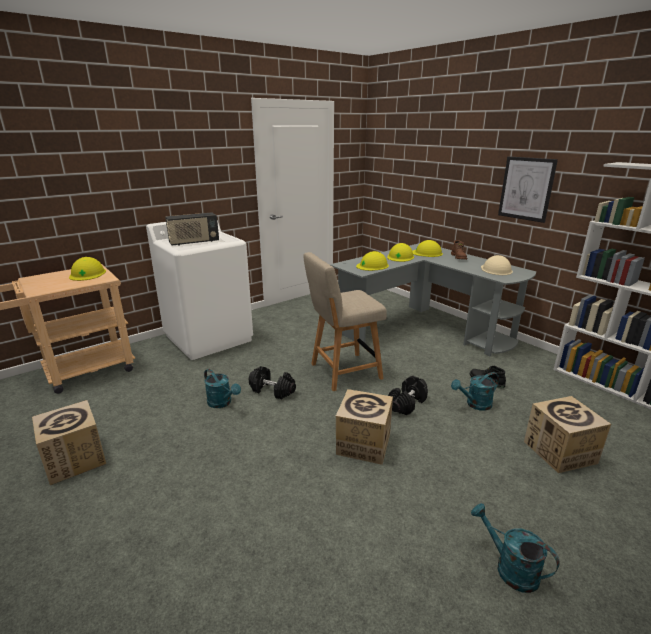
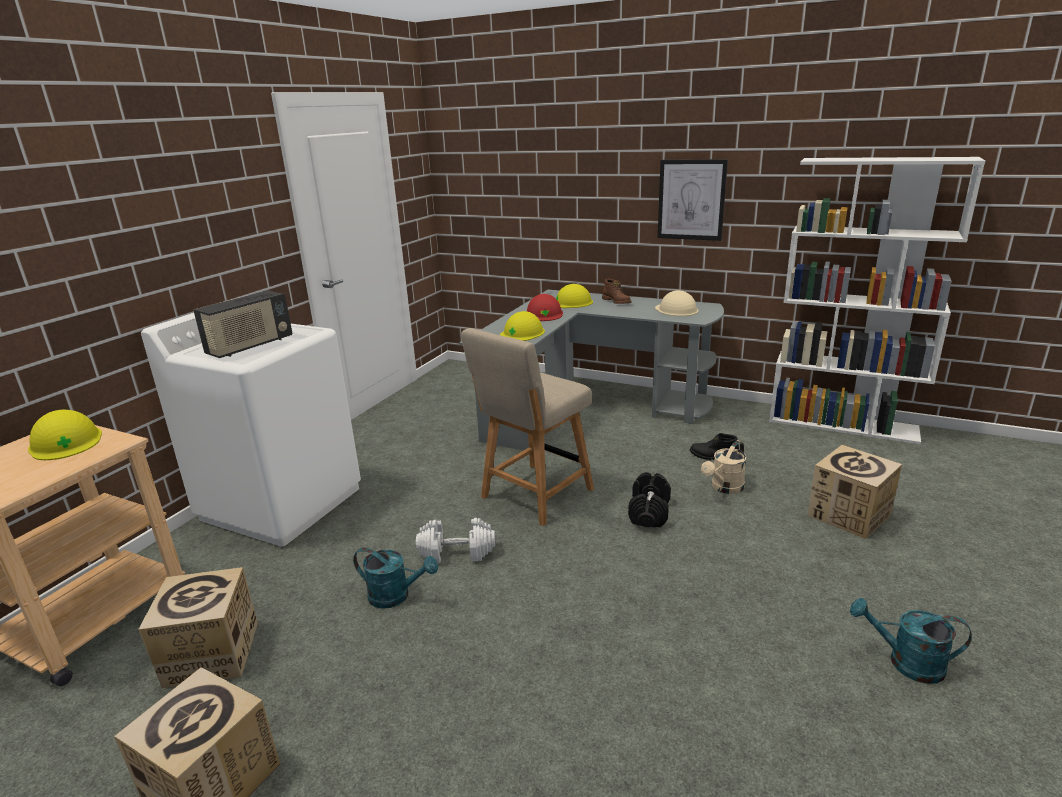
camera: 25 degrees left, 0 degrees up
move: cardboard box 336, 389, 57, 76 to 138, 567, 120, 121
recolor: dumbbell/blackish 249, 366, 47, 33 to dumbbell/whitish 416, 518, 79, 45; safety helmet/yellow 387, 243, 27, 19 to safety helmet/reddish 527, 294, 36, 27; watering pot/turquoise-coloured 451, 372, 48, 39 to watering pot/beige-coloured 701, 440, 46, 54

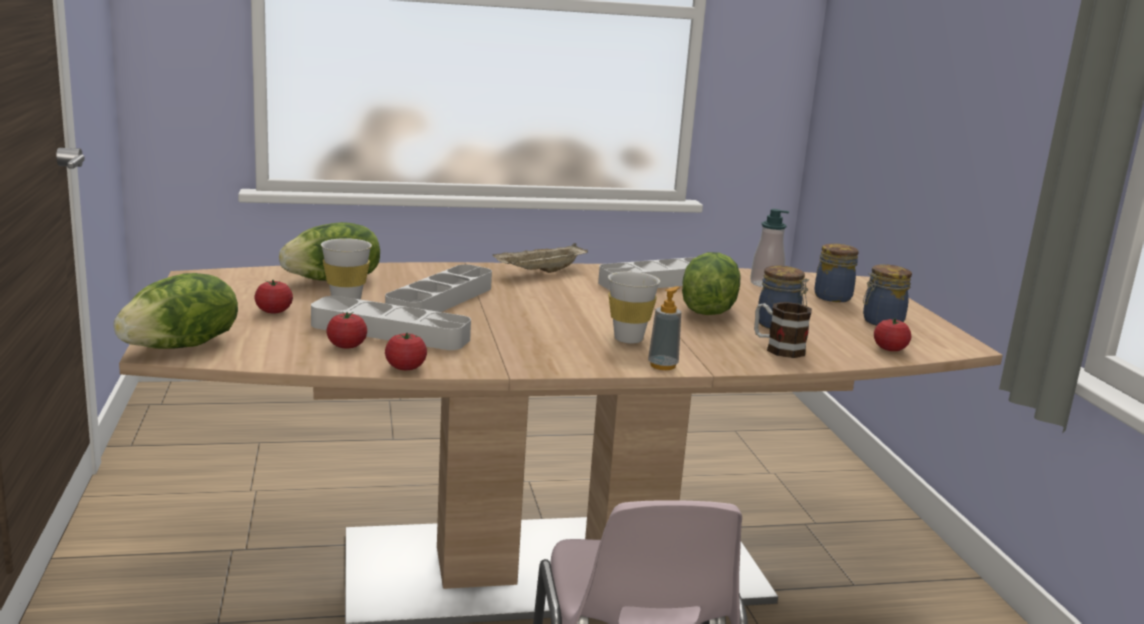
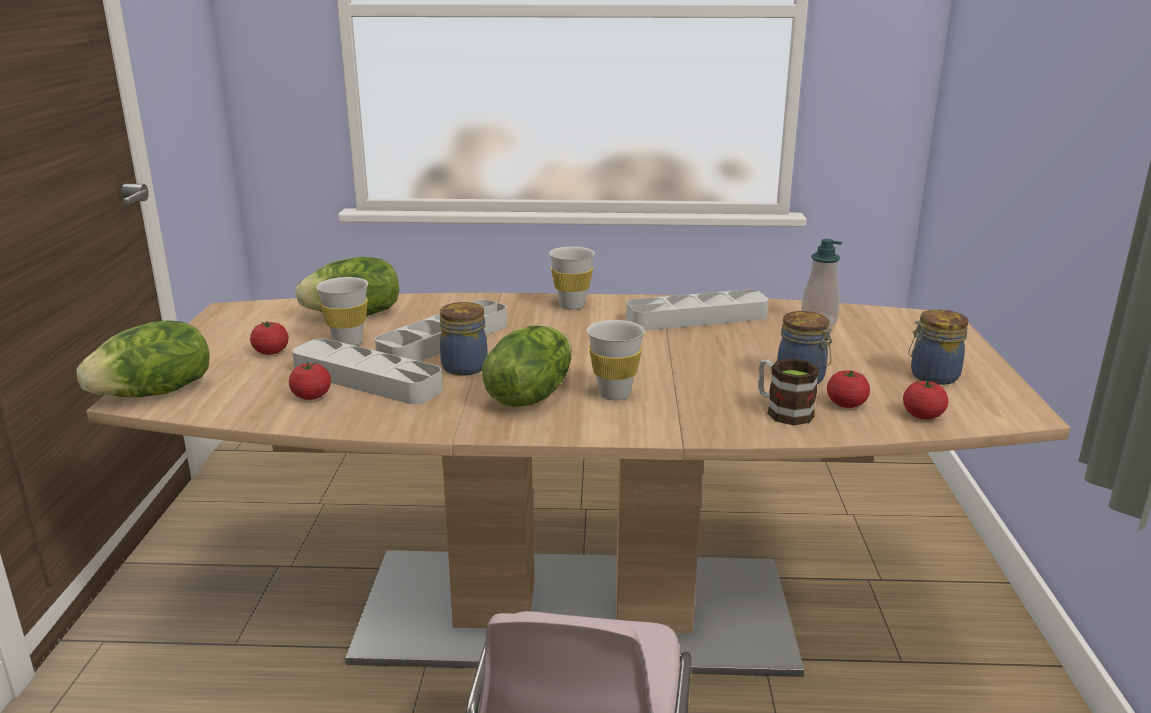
camera: 15 degrees right, 5 degrees up
delete: liquid soap bottle 648, 286, 33, 84
move: whole tomato 385, 332, 42, 38 to 827, 370, 43, 38; lettuce head 682, 252, 59, 63 to 483, 325, 89, 82; jar 814, 243, 45, 59 to 440, 302, 48, 74
replace: tray/beige-coloured 493, 243, 95, 30 to small cup/whitish 549, 246, 46, 64

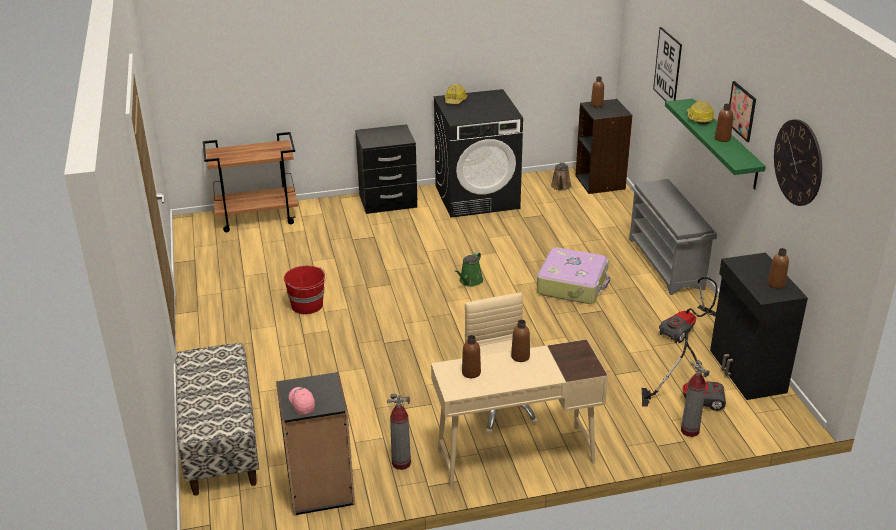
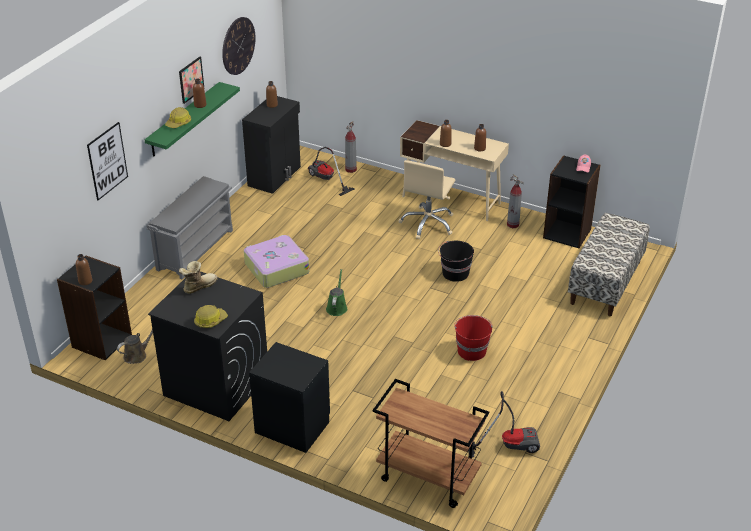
camera: 140 degrees left, 5 degrees up
insert: high-top boot 179, 261, 39, 33; bucket/blackish 438, 241, 36, 41
move: vacuum 659, 276, 59, 67 to 468, 391, 72, 66
rotate: watering pot/green 455, 252, 28, 35 = 326, 269, 21, 47 60 degrees counterclockwise

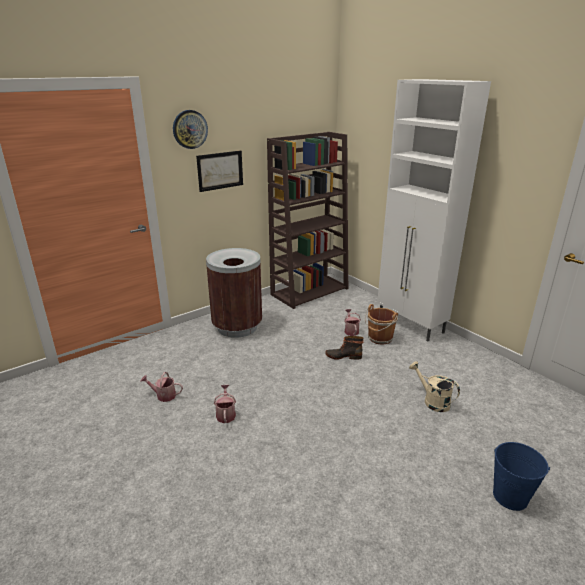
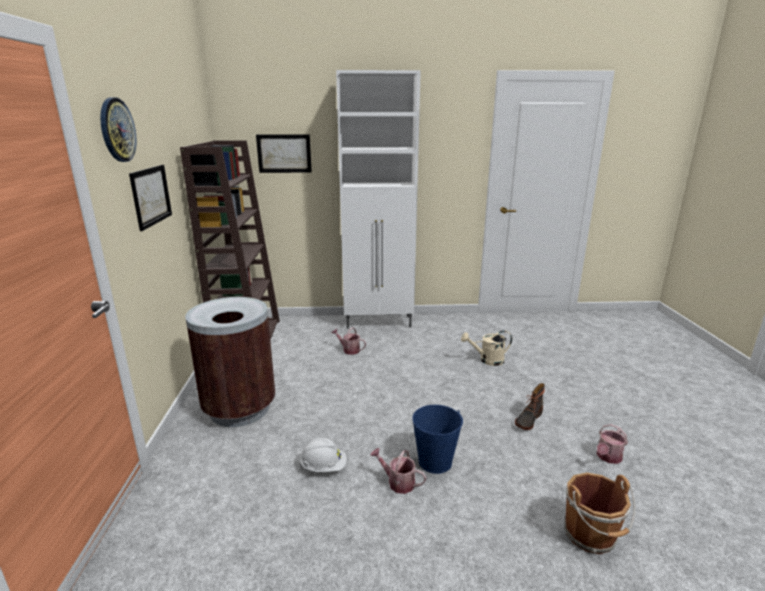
camera: 55 degrees left, 5 degrees down
insert: picture 256, 134, 56, 39; safety helmet/whitish 299, 438, 48, 34
move: watering pot 140, 372, 43, 30 to 597, 424, 31, 40; high-top boot 326, 336, 37, 24 to 515, 383, 30, 47; bucket/brown-coloured 365, 304, 33, 41 to 564, 473, 71, 81; bucket/blue 493, 442, 57, 69 to 412, 405, 51, 69

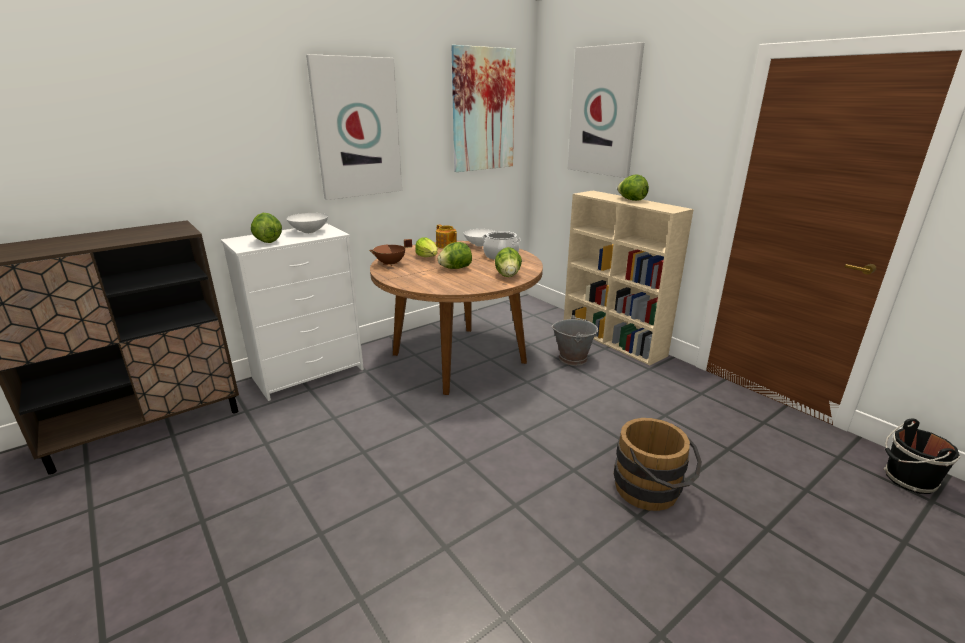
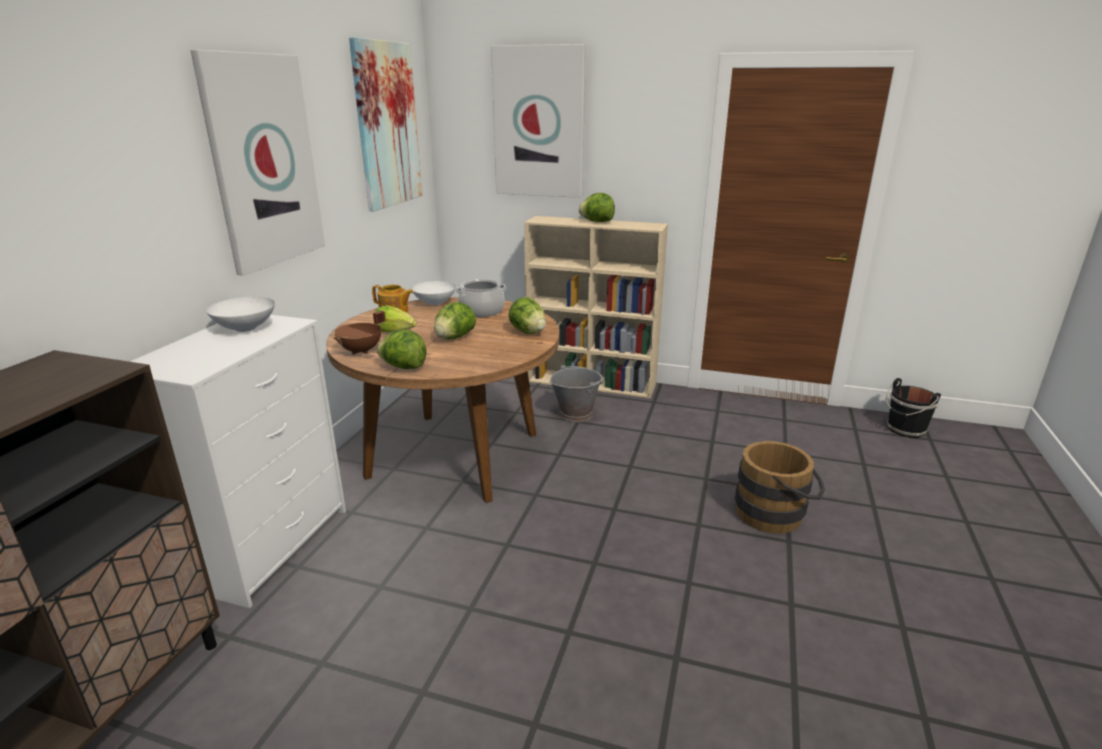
camera: 35 degrees left, 0 degrees up
move: lettuce head 251, 213, 31, 30 to 377, 330, 49, 39

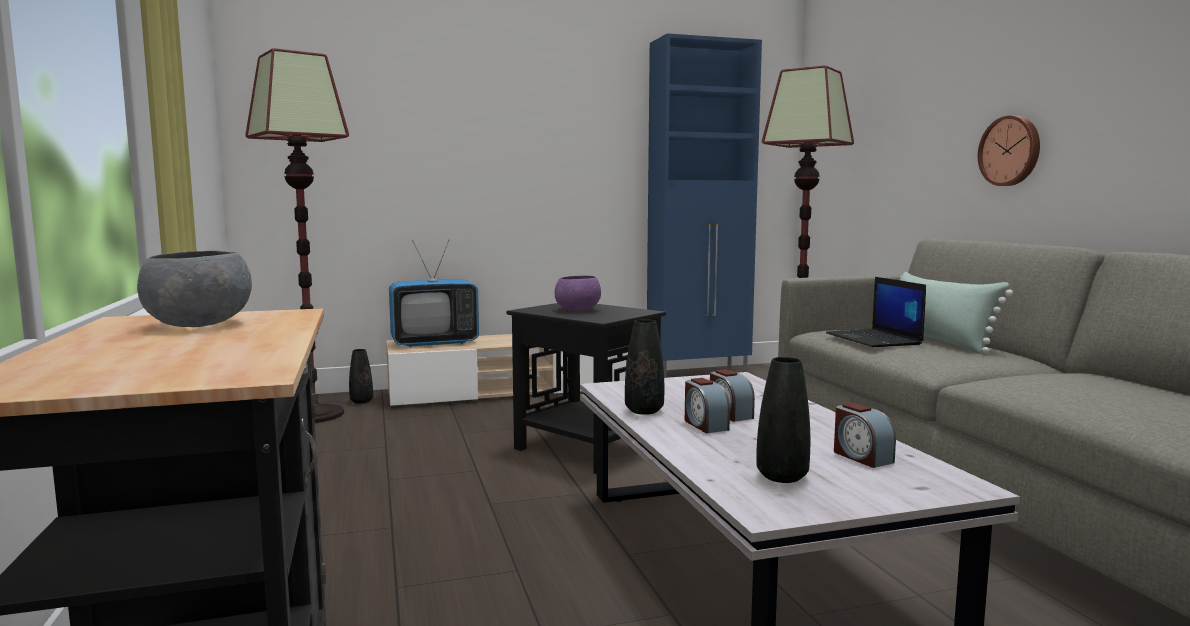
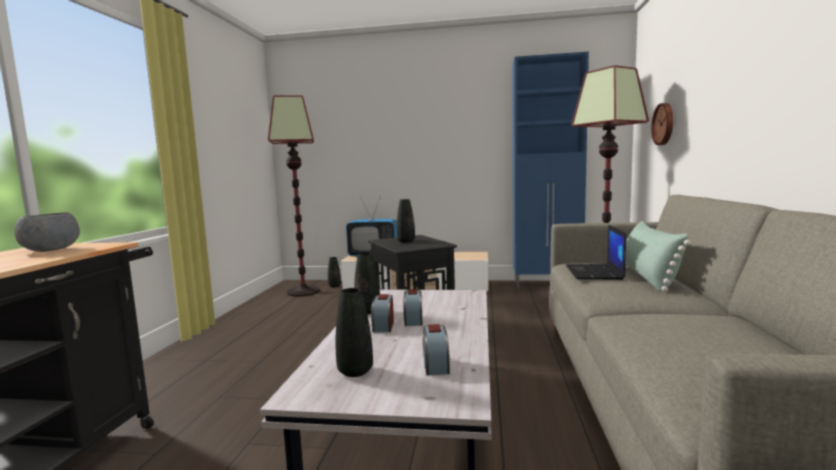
camera: 25 degrees right, 0 degrees up
move: clock on the wall 978, 115, 62, 71 to 652, 103, 21, 42
replace: serving bowl/purple 555, 276, 46, 35 to flower vase/blackish 397, 199, 18, 44

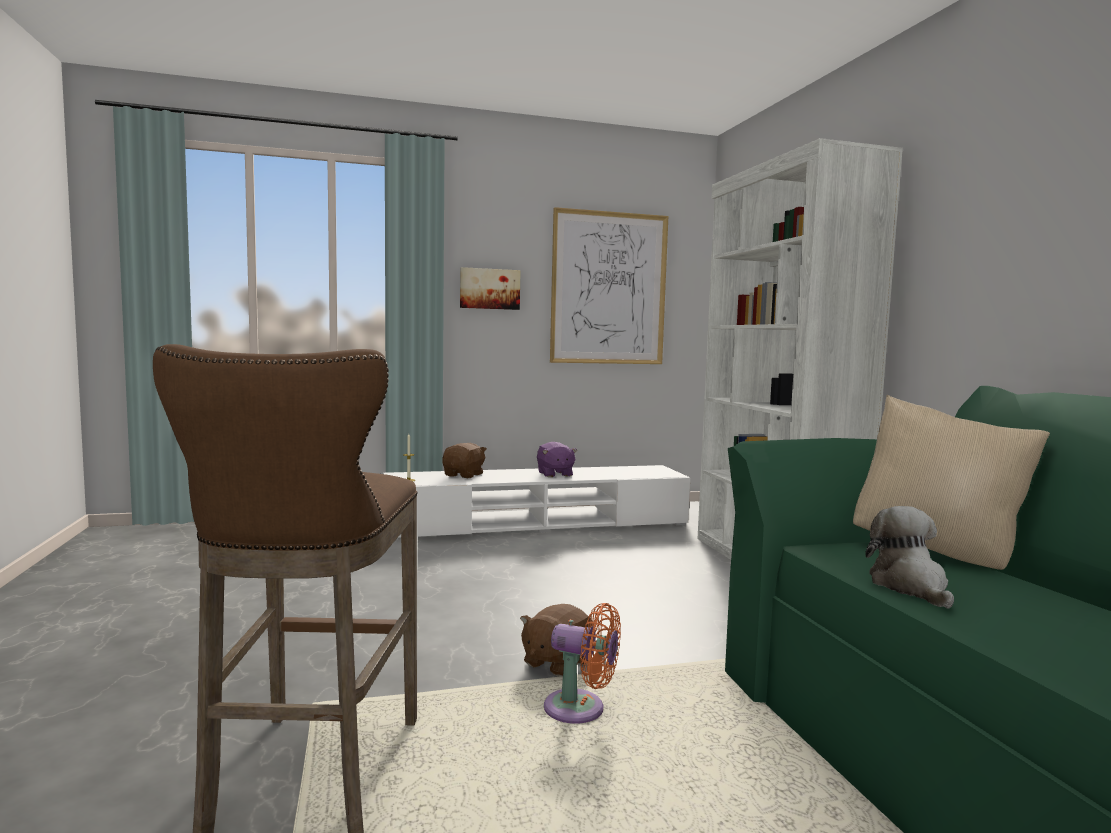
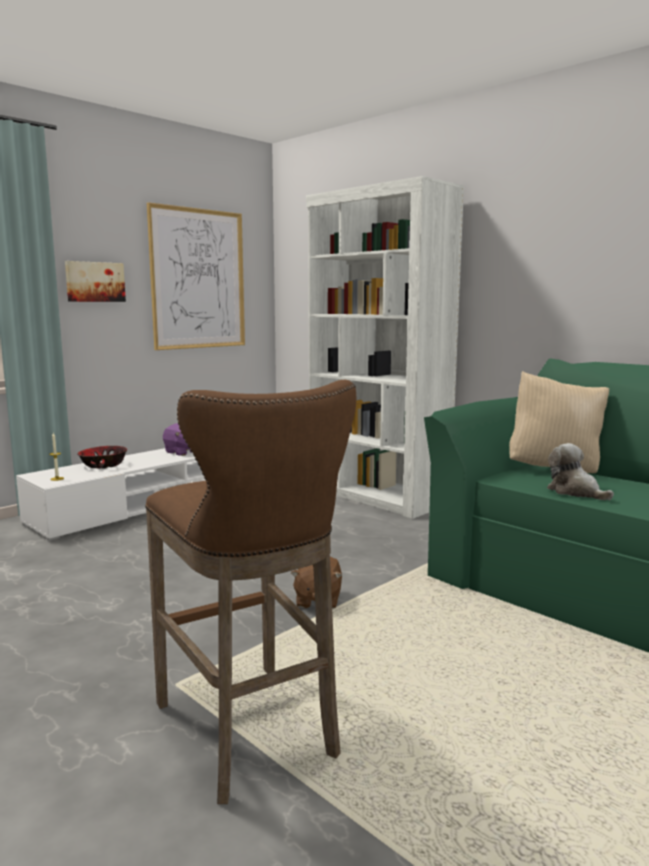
camera: 30 degrees left, 5 degrees up
delete: fan/orange 544, 603, 77, 121
replace: cuddly toy/brown-coloured 442, 443, 45, 35 to serving bowl 77, 446, 51, 23

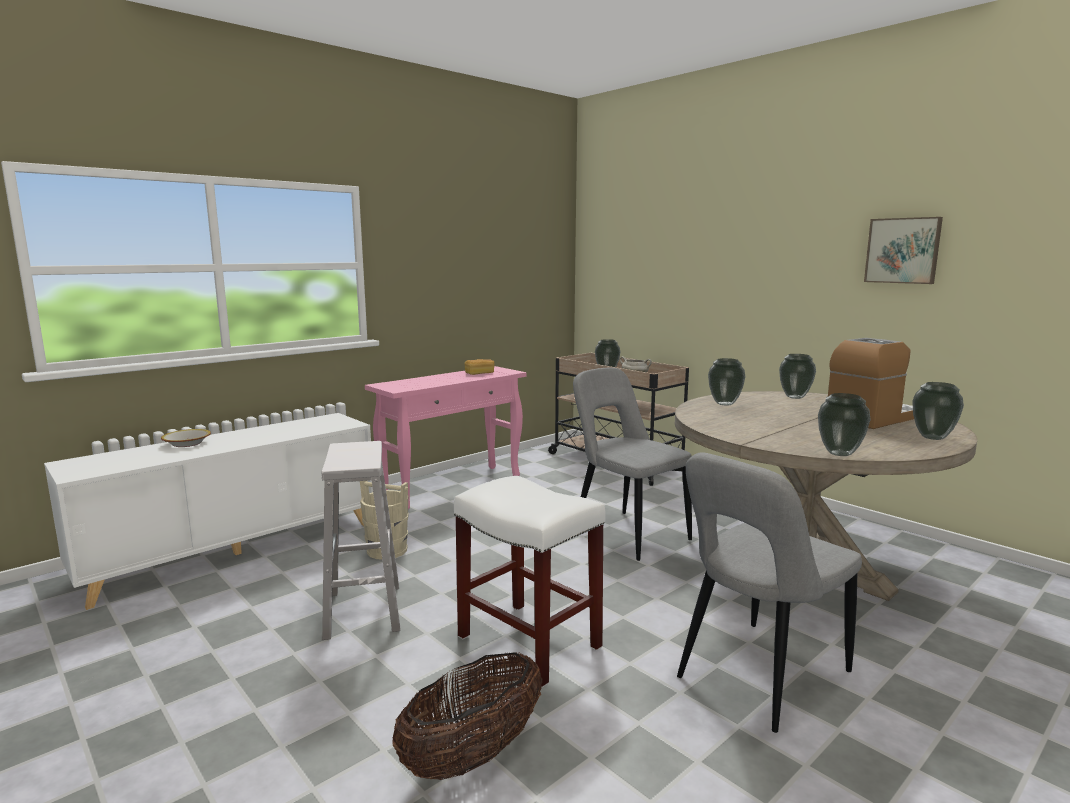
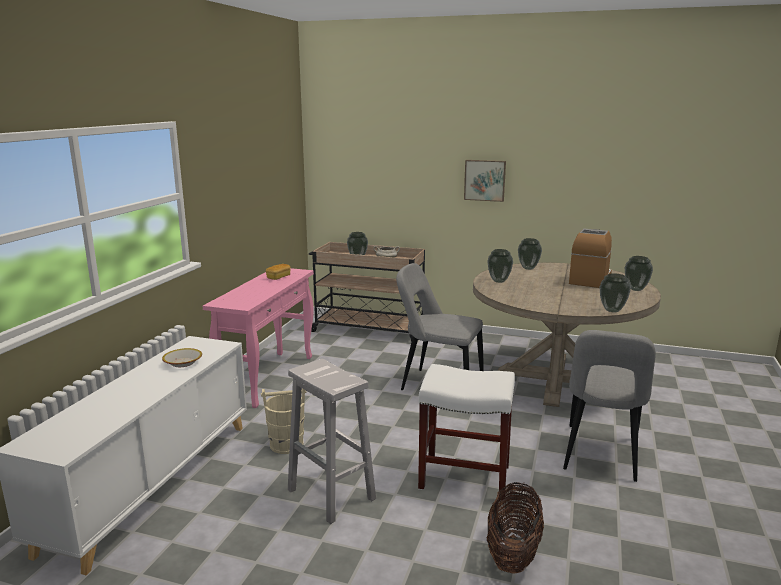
camera: 30 degrees left, 5 degrees up
move: serving bowl 161, 429, 50, 18 to 162, 348, 40, 19; picture 864, 217, 79, 67 to 464, 160, 42, 42

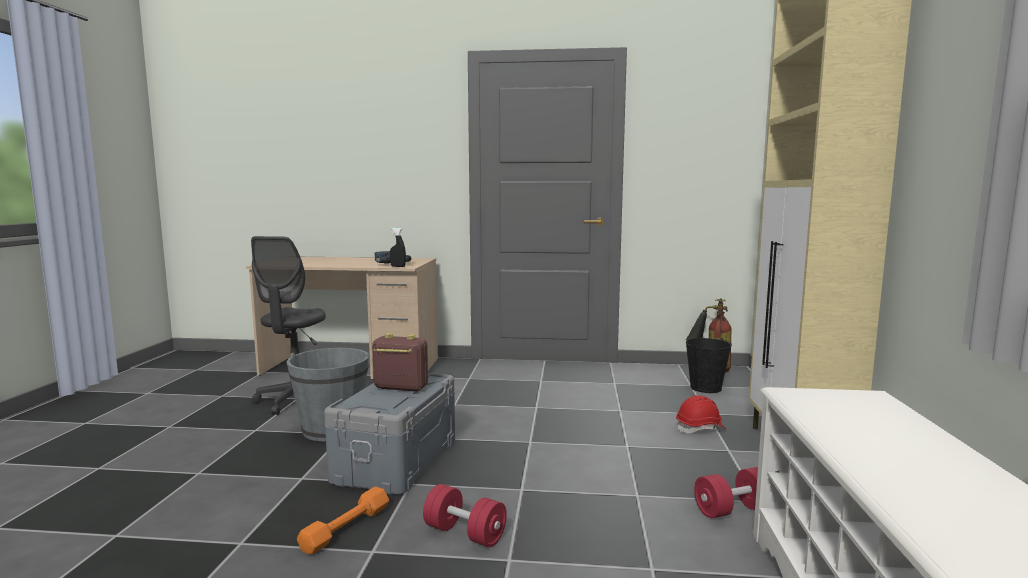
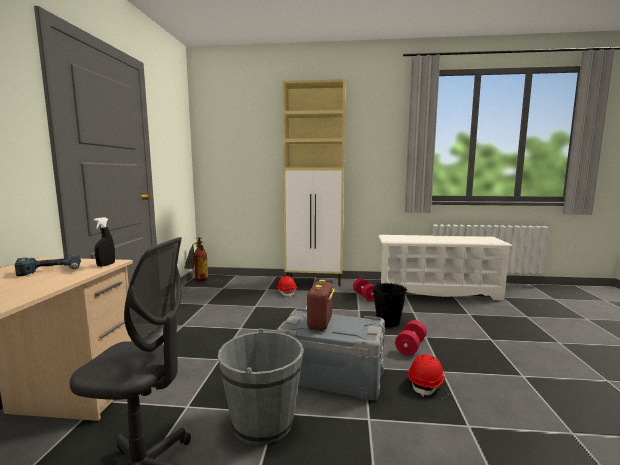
camera: 90 degrees left, 0 degrees up
move: bucket/blackish 686, 338, 46, 55 to 373, 283, 34, 44
replace: dumbbell/orange 297, 486, 92, 69 to safety helmet/reddish 408, 354, 37, 43

